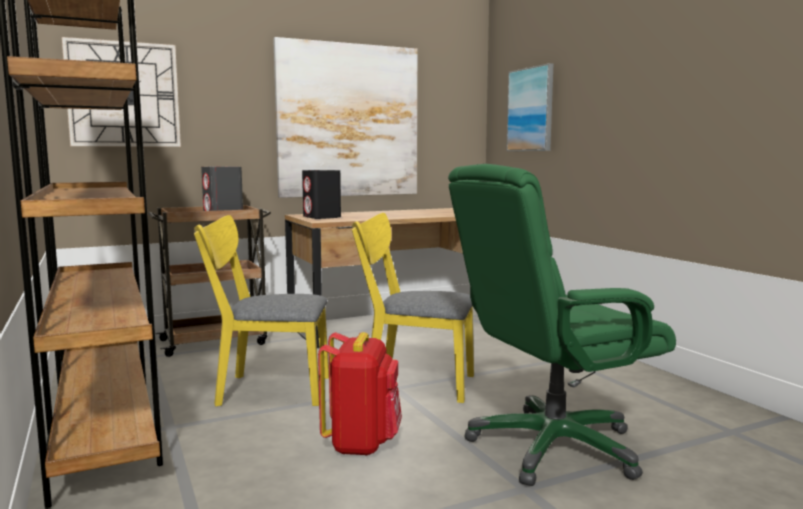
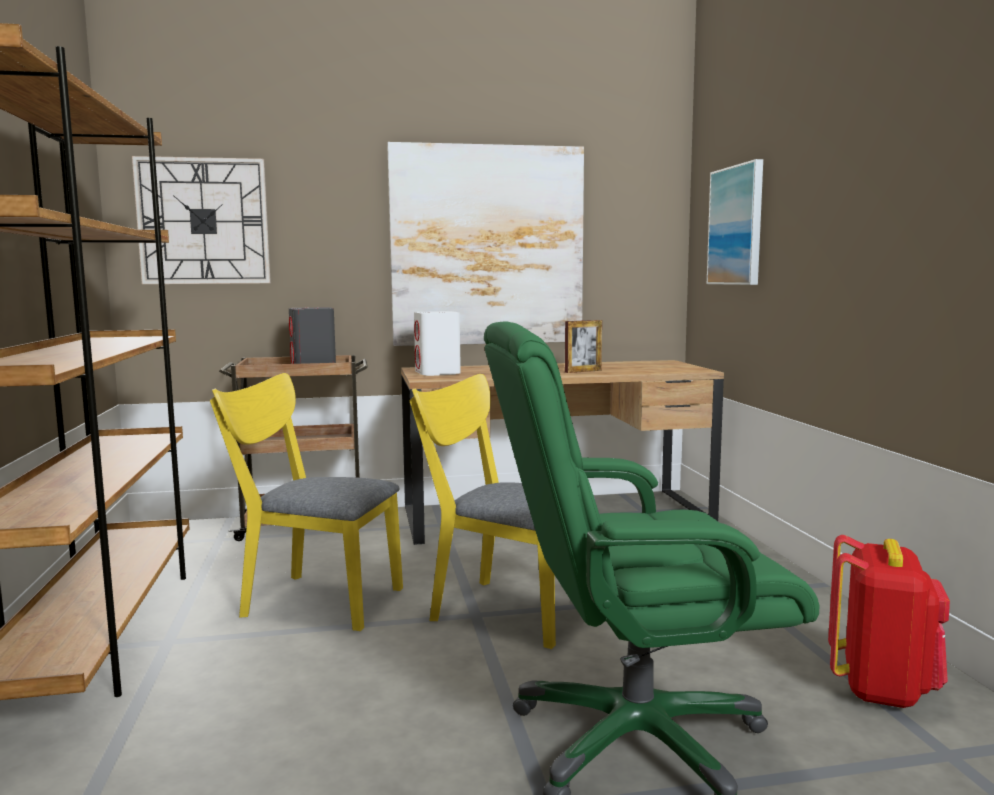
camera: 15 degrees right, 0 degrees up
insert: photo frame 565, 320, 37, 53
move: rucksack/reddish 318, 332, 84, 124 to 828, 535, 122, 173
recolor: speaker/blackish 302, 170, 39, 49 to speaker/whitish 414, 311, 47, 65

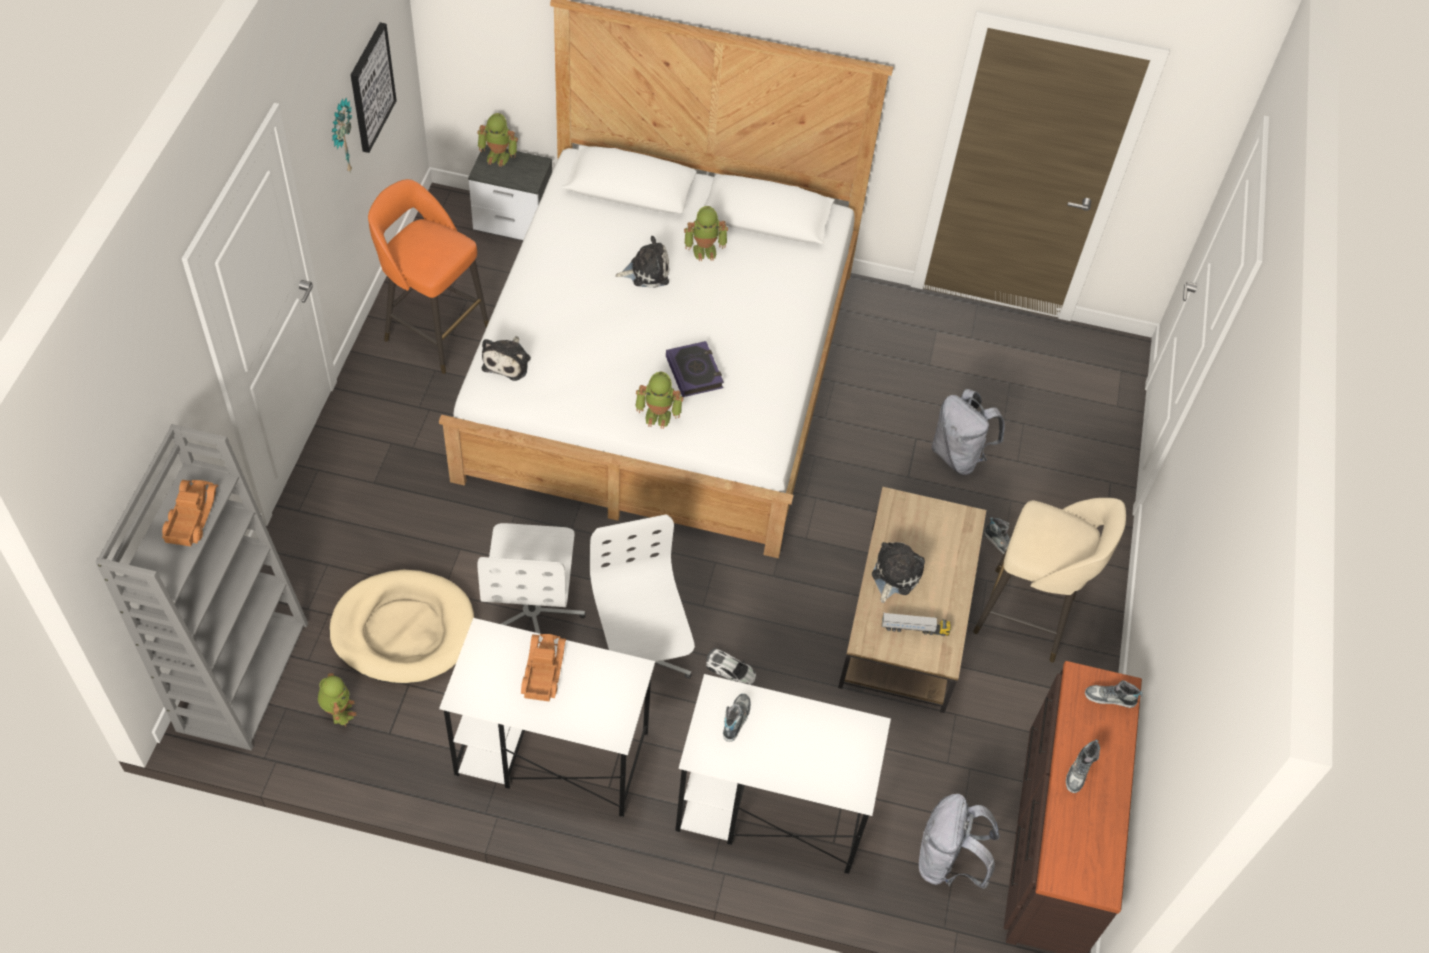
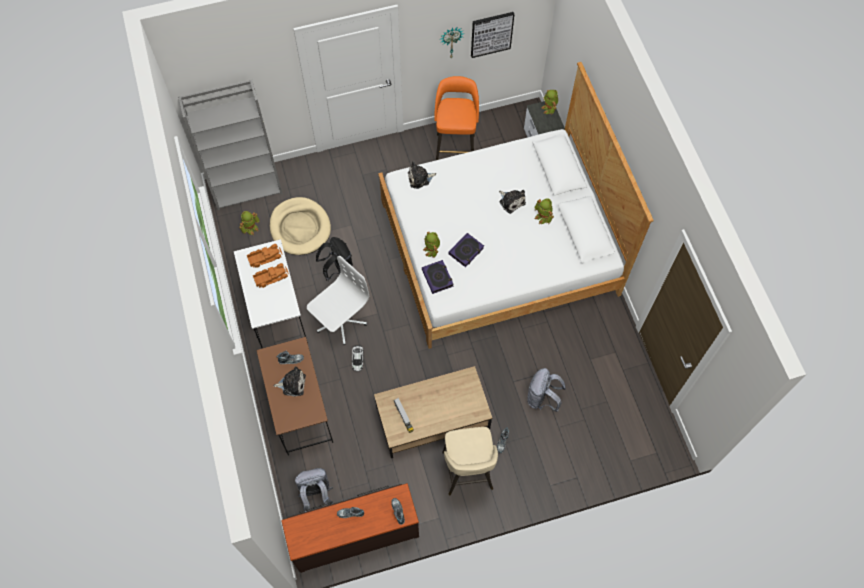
camera: 65 degrees right, 10 degrees up
insert: bound book 422, 260, 32, 34
move: model truck 162, 480, 56, 66 to 247, 244, 35, 24; cuddly toy 872, 542, 53, 61 to 274, 366, 32, 31
replace: computer chair/whitish 477, 523, 109, 111 to rucksack/blackish 316, 237, 37, 44
recolor: desk unit/whitish 675, 674, 216, 200 to desk unit/brown-coloured 257, 337, 76, 119

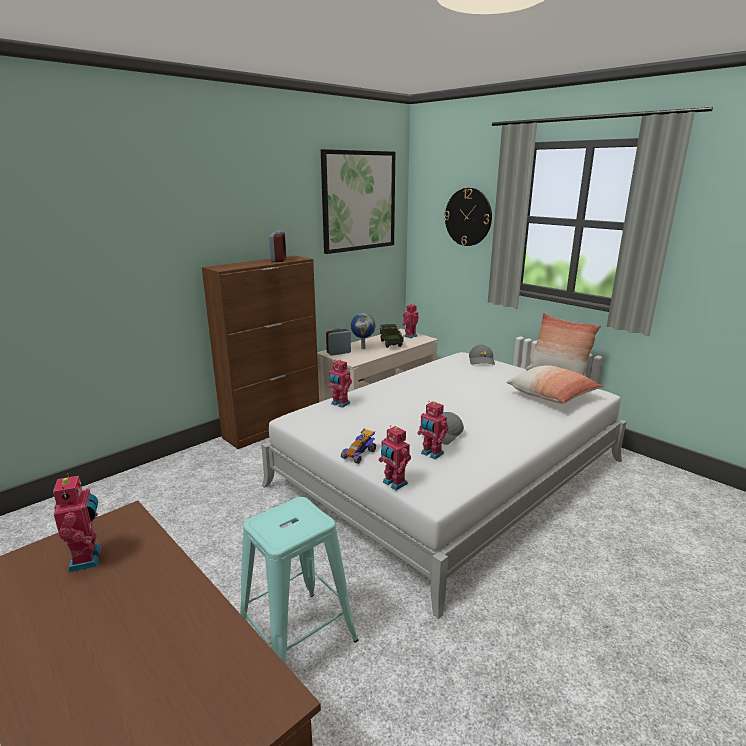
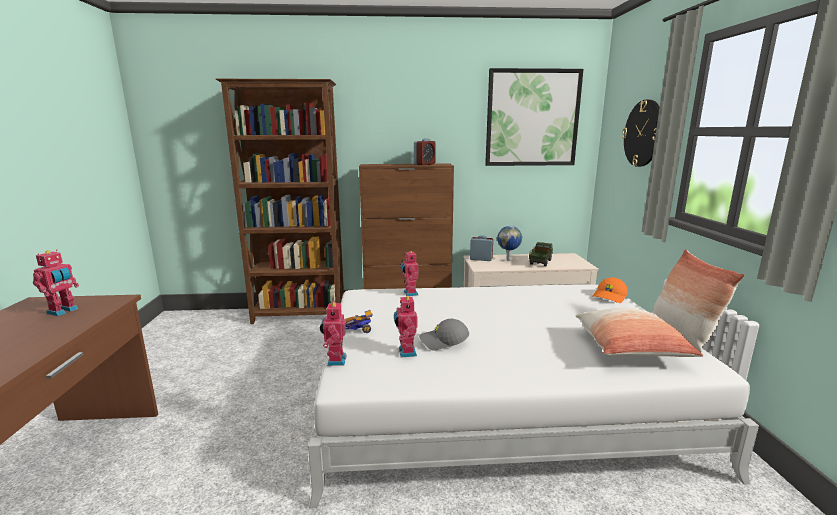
camera: 40 degrees right, 5 degrees down
delete: stool seat/turquoise-coloured 240, 497, 118, 167; model robot 402, 304, 17, 34
insert: bookcase/brown-coloured 216, 79, 128, 245
recolor: cap/gray 469, 345, 26, 20 to cap/orange 592, 277, 36, 26

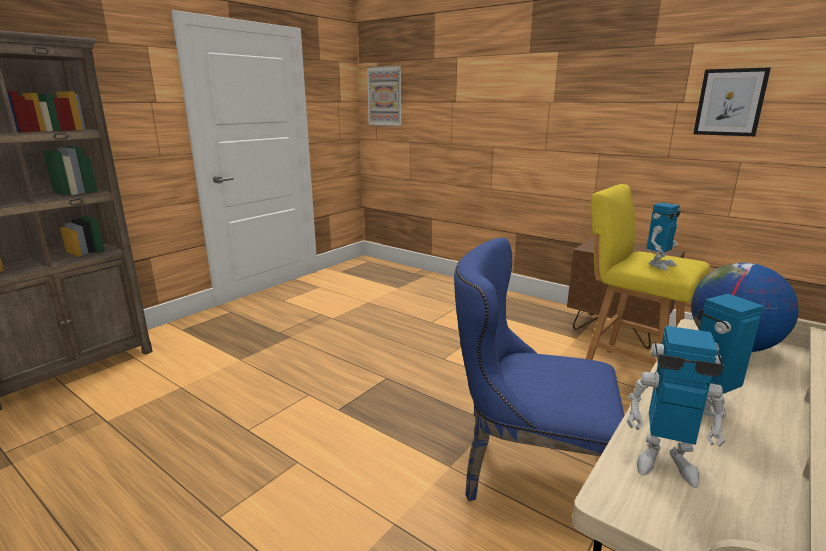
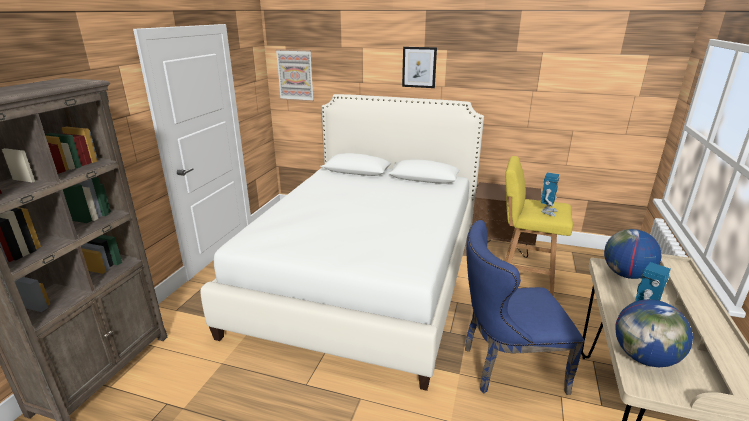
camera: 20 degrees left, 5 degrees up
insert: bed/whitish 200, 94, 284, 297
move: picture 693, 67, 78, 69 to 402, 47, 35, 41
replace: model robot 627, 326, 99, 162 to desk globe 615, 299, 78, 68

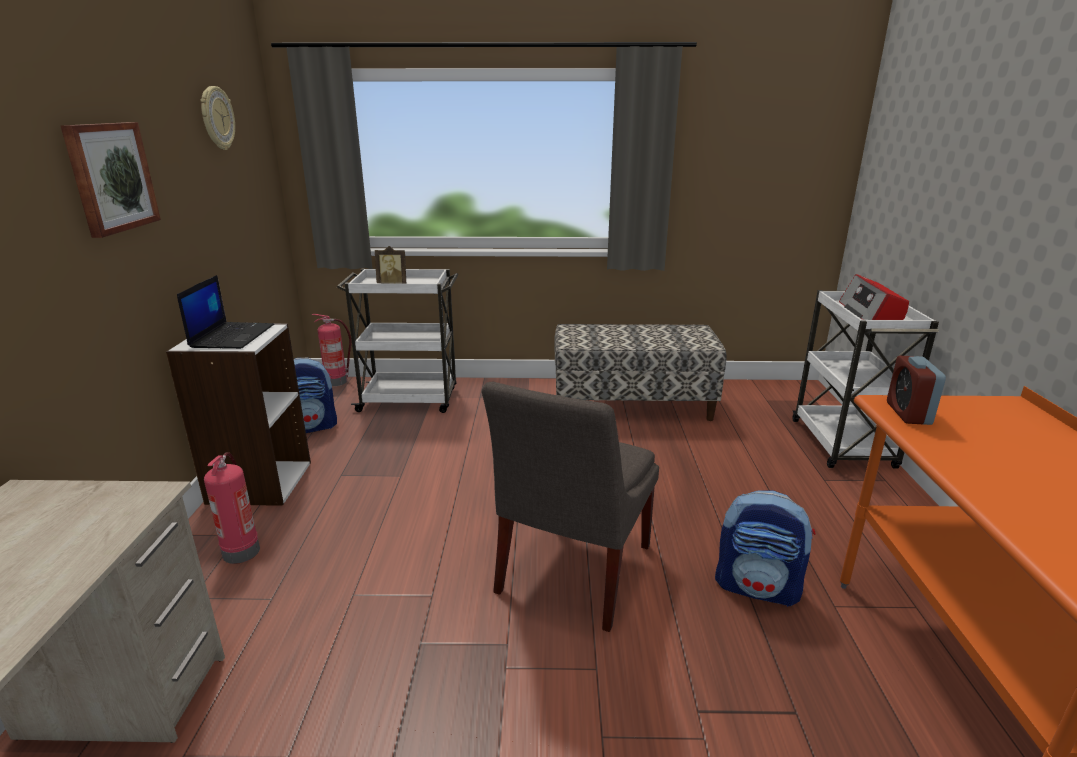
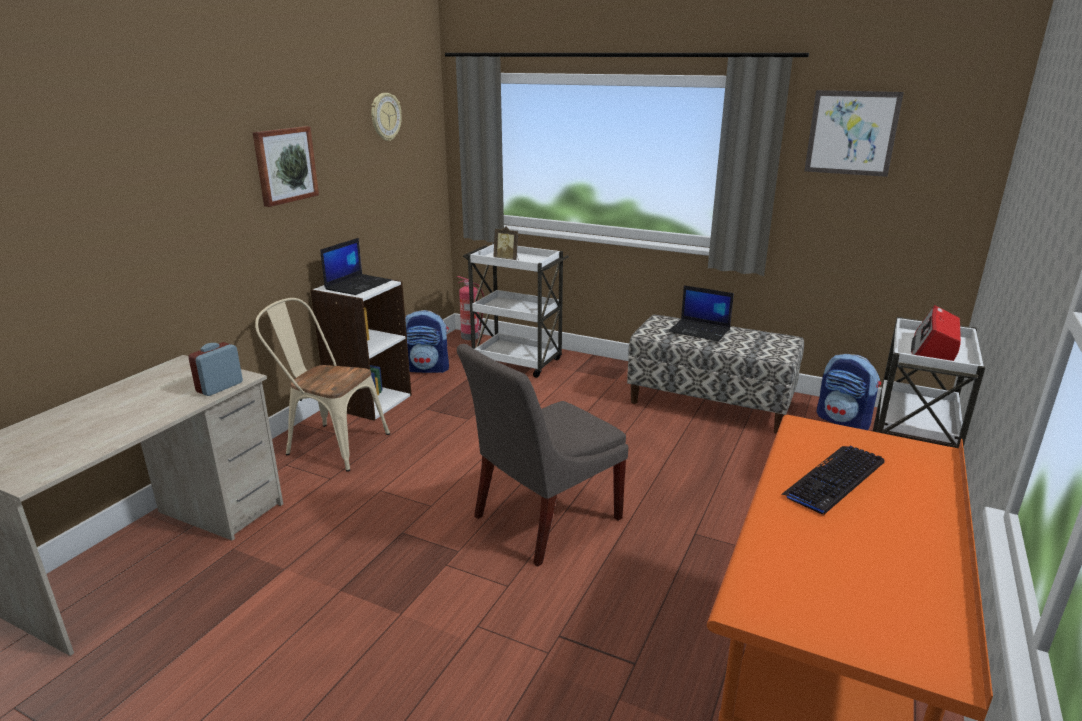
camera: 25 degrees right, 0 degrees up
insert: laptop 668, 285, 66, 56; keyboard 781, 446, 104, 70; picture 804, 90, 100, 87
move: rucksack 715, 490, 100, 117 to 816, 354, 65, 76; table clock 887, 356, 59, 69 to 188, 342, 55, 54
replace: extinguisher 204, 452, 56, 112 to chair/beige-coloured 255, 298, 135, 174

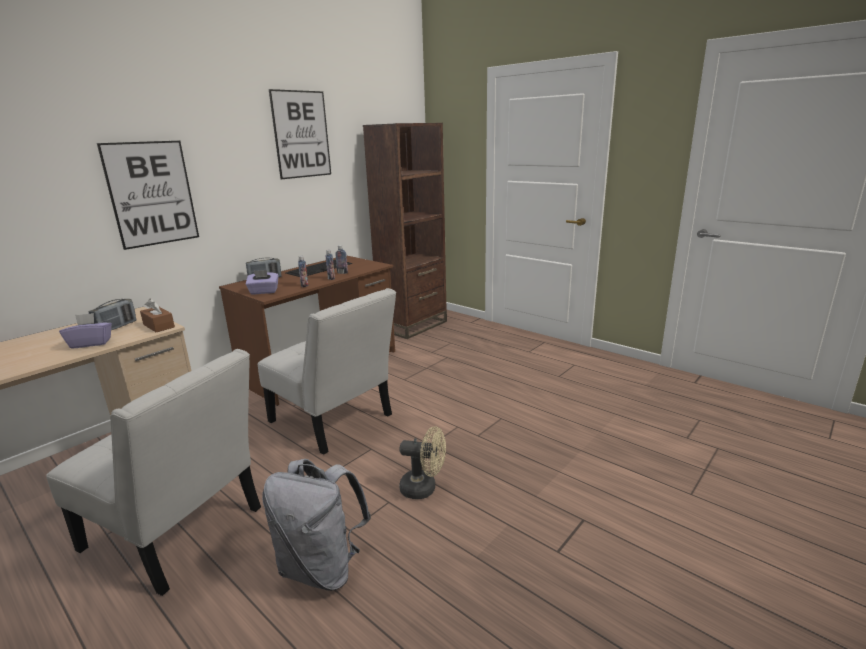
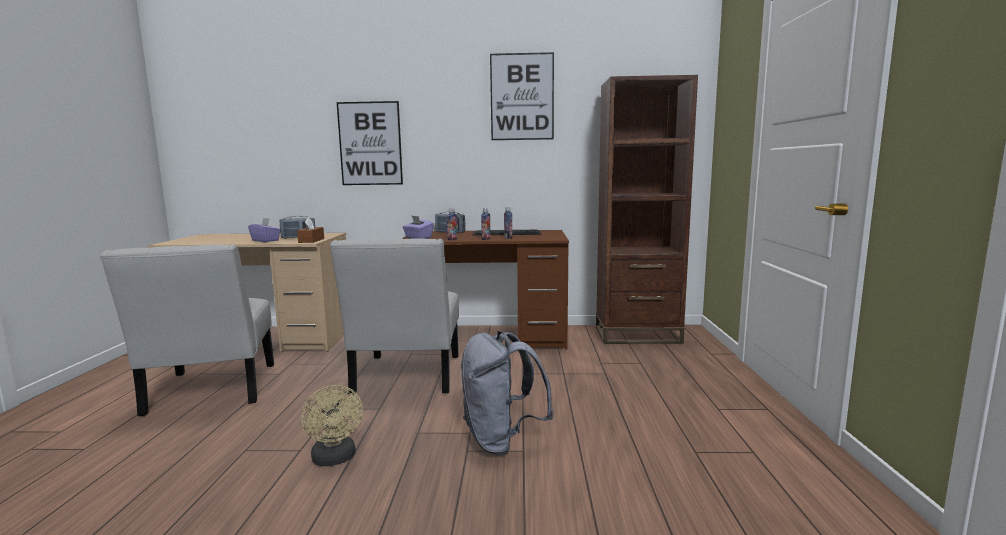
camera: 50 degrees right, 10 degrees down
move: rucksack/gray 262, 459, 109, 132 to 461, 331, 93, 124

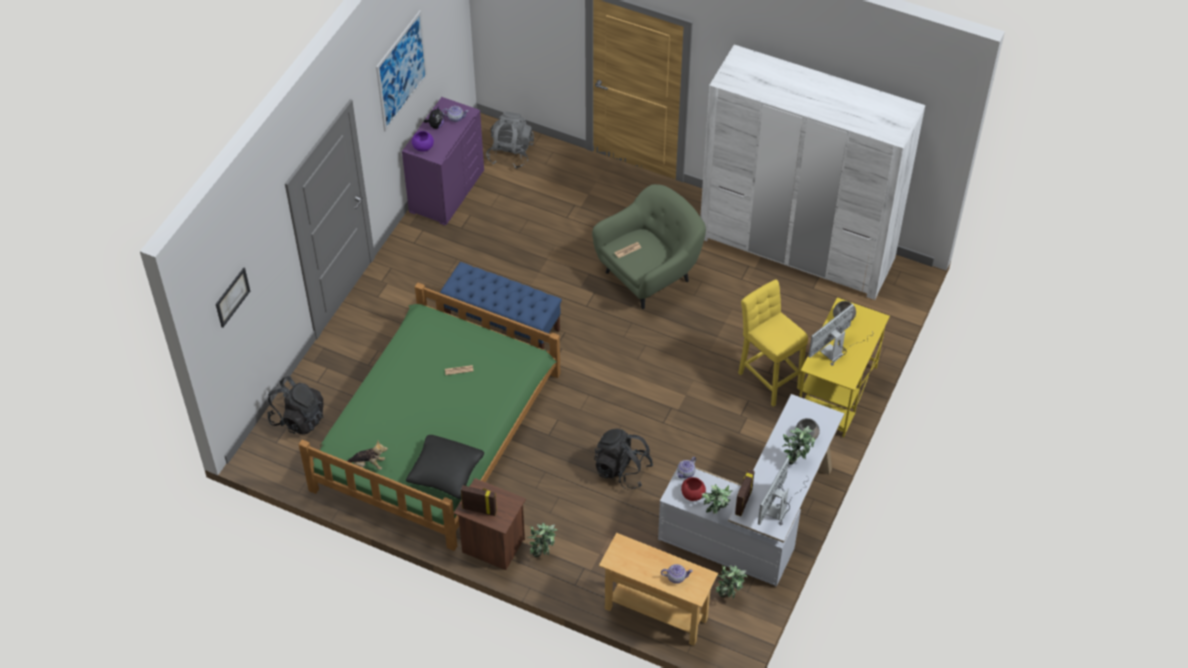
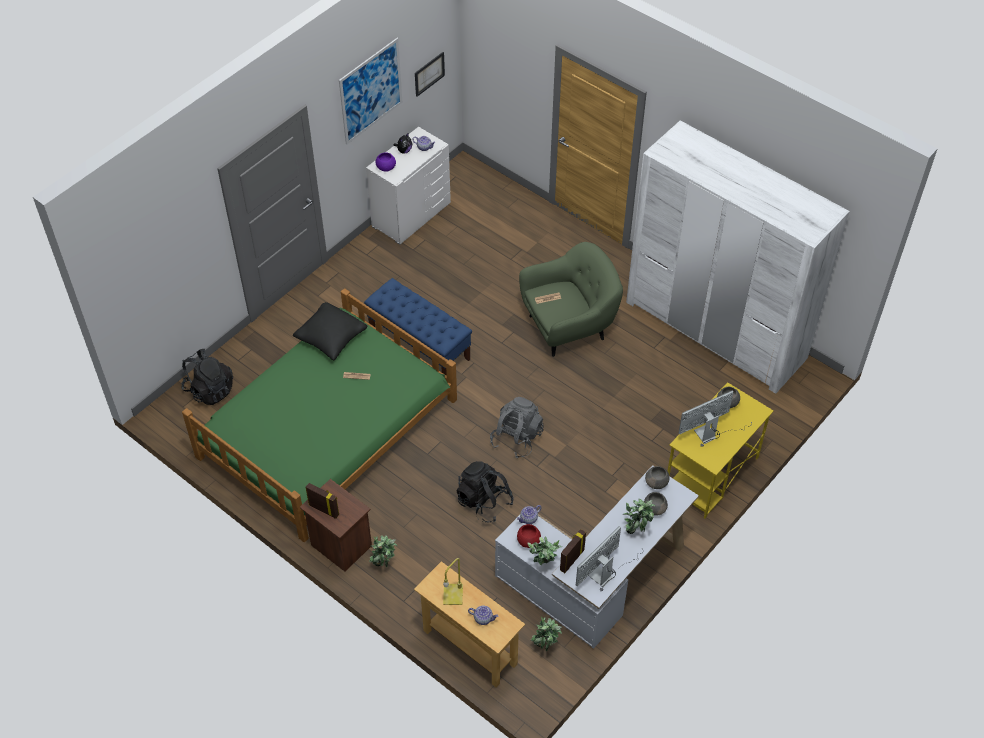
camera: 15 degrees right, 0 degrees up
delete: cuddly toy 347, 441, 41, 29; stool seat/yellow 738, 279, 70, 128
insert: tabletop lamp/yellow 443, 558, 20, 47; serving bowl/gray 645, 466, 24, 23
move: picture 216, 267, 34, 61 to 415, 52, 30, 45; throw pillow/blackish 406, 435, 78, 65 to 293, 302, 74, 58; rucksack/gray 486, 112, 48, 57 to 490, 397, 54, 61
recolor: chest of drawers/purple 402, 97, 82, 129 to chest of drawers/whitish 366, 127, 85, 118

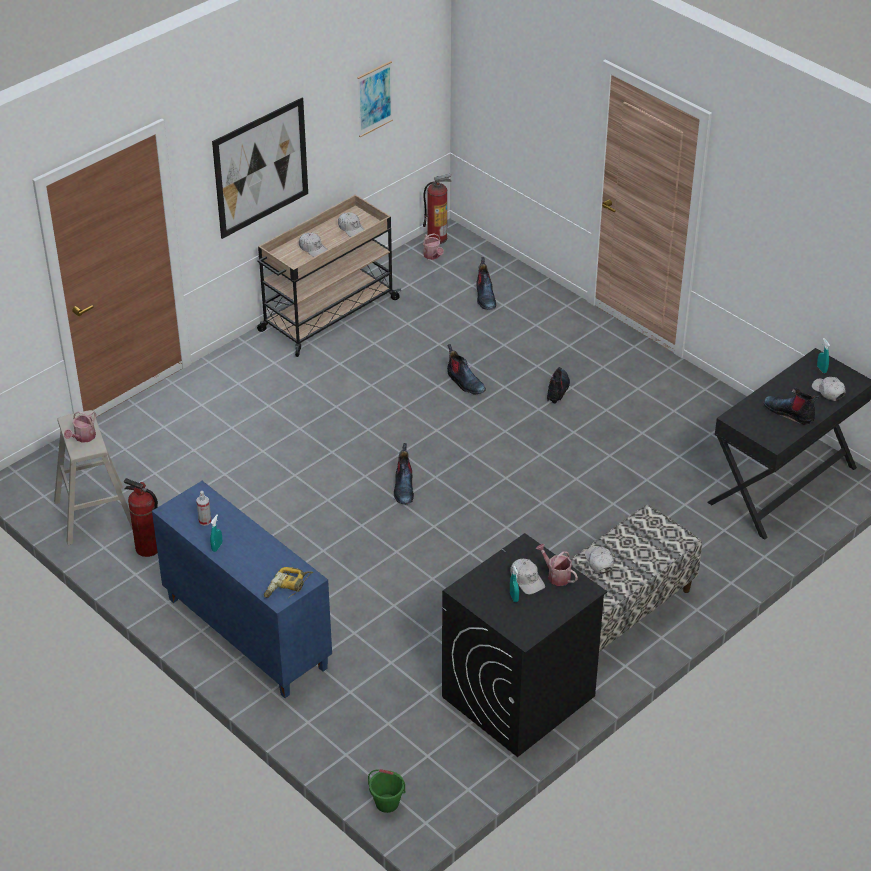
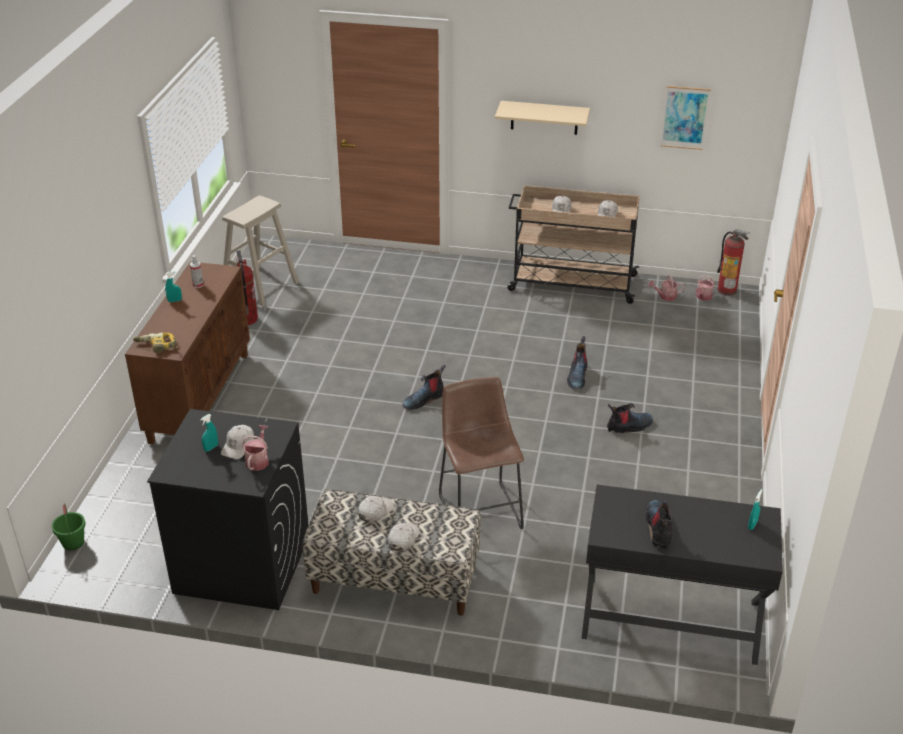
camera: 55 degrees right, 5 degrees down
delete: high-top boot 476, 257, 20, 53
insert: stool seat/brown-coloured 439, 377, 85, 152
move: watering pot 64, 411, 32, 32 to 648, 275, 37, 26; cap/whitish 812, 377, 33, 24 to 388, 523, 32, 28
replace: picture 212, 98, 96, 141 to shelf/beige-coloured 495, 101, 95, 34
recolor: cupboard/blue 152, 481, 180, 217 to cupboard/brown-coloured 125, 261, 125, 183

